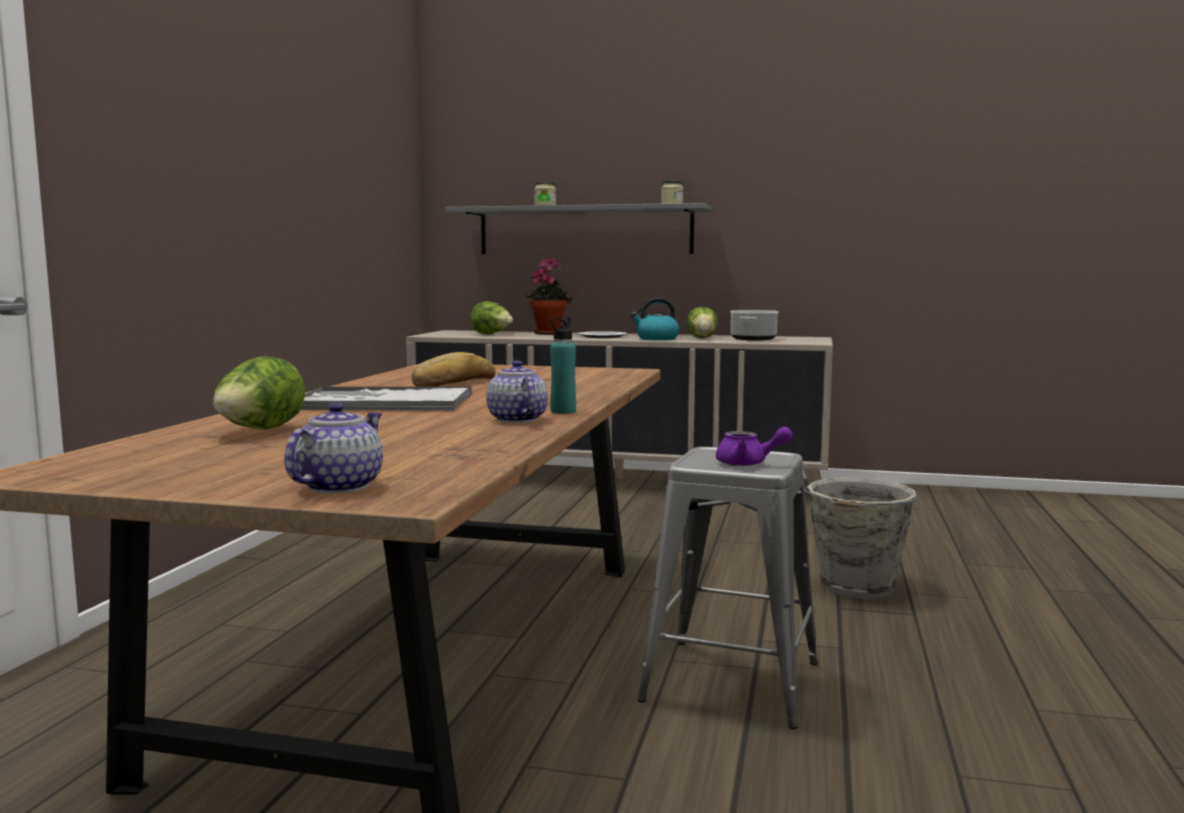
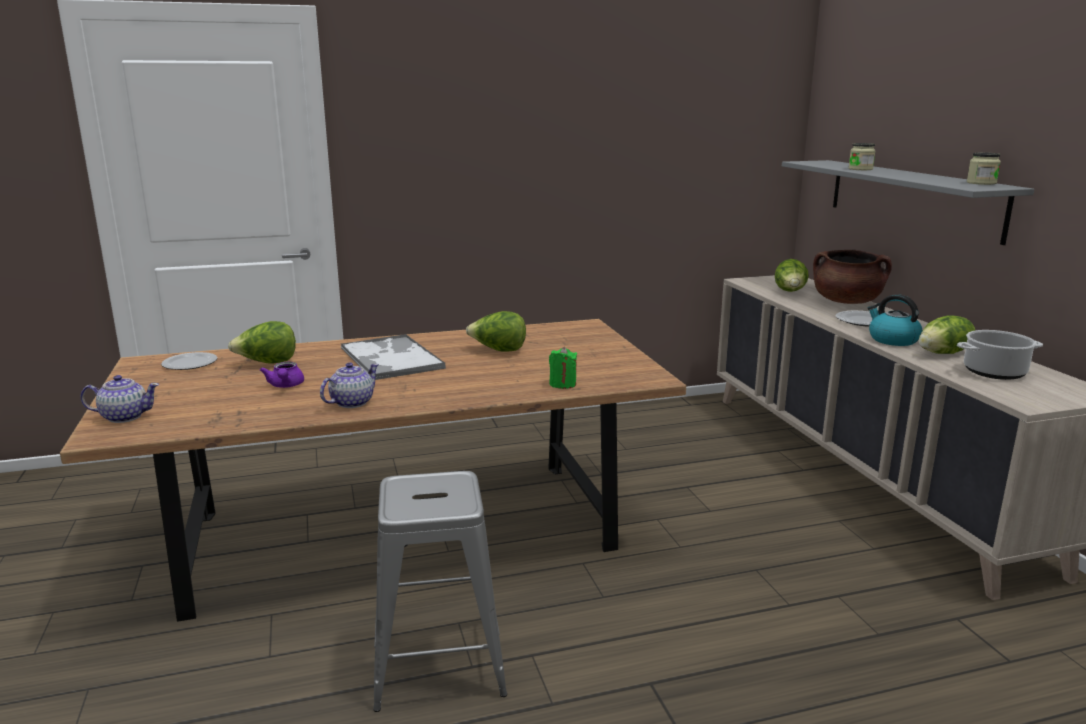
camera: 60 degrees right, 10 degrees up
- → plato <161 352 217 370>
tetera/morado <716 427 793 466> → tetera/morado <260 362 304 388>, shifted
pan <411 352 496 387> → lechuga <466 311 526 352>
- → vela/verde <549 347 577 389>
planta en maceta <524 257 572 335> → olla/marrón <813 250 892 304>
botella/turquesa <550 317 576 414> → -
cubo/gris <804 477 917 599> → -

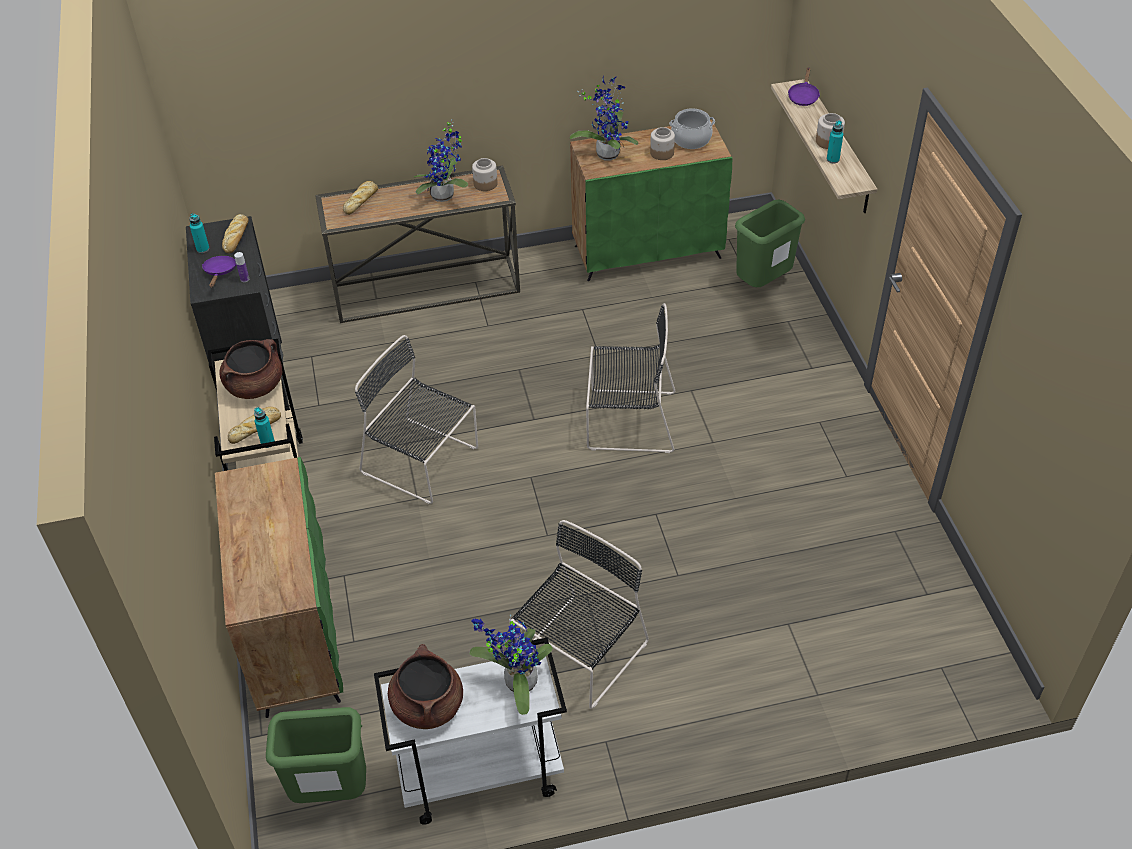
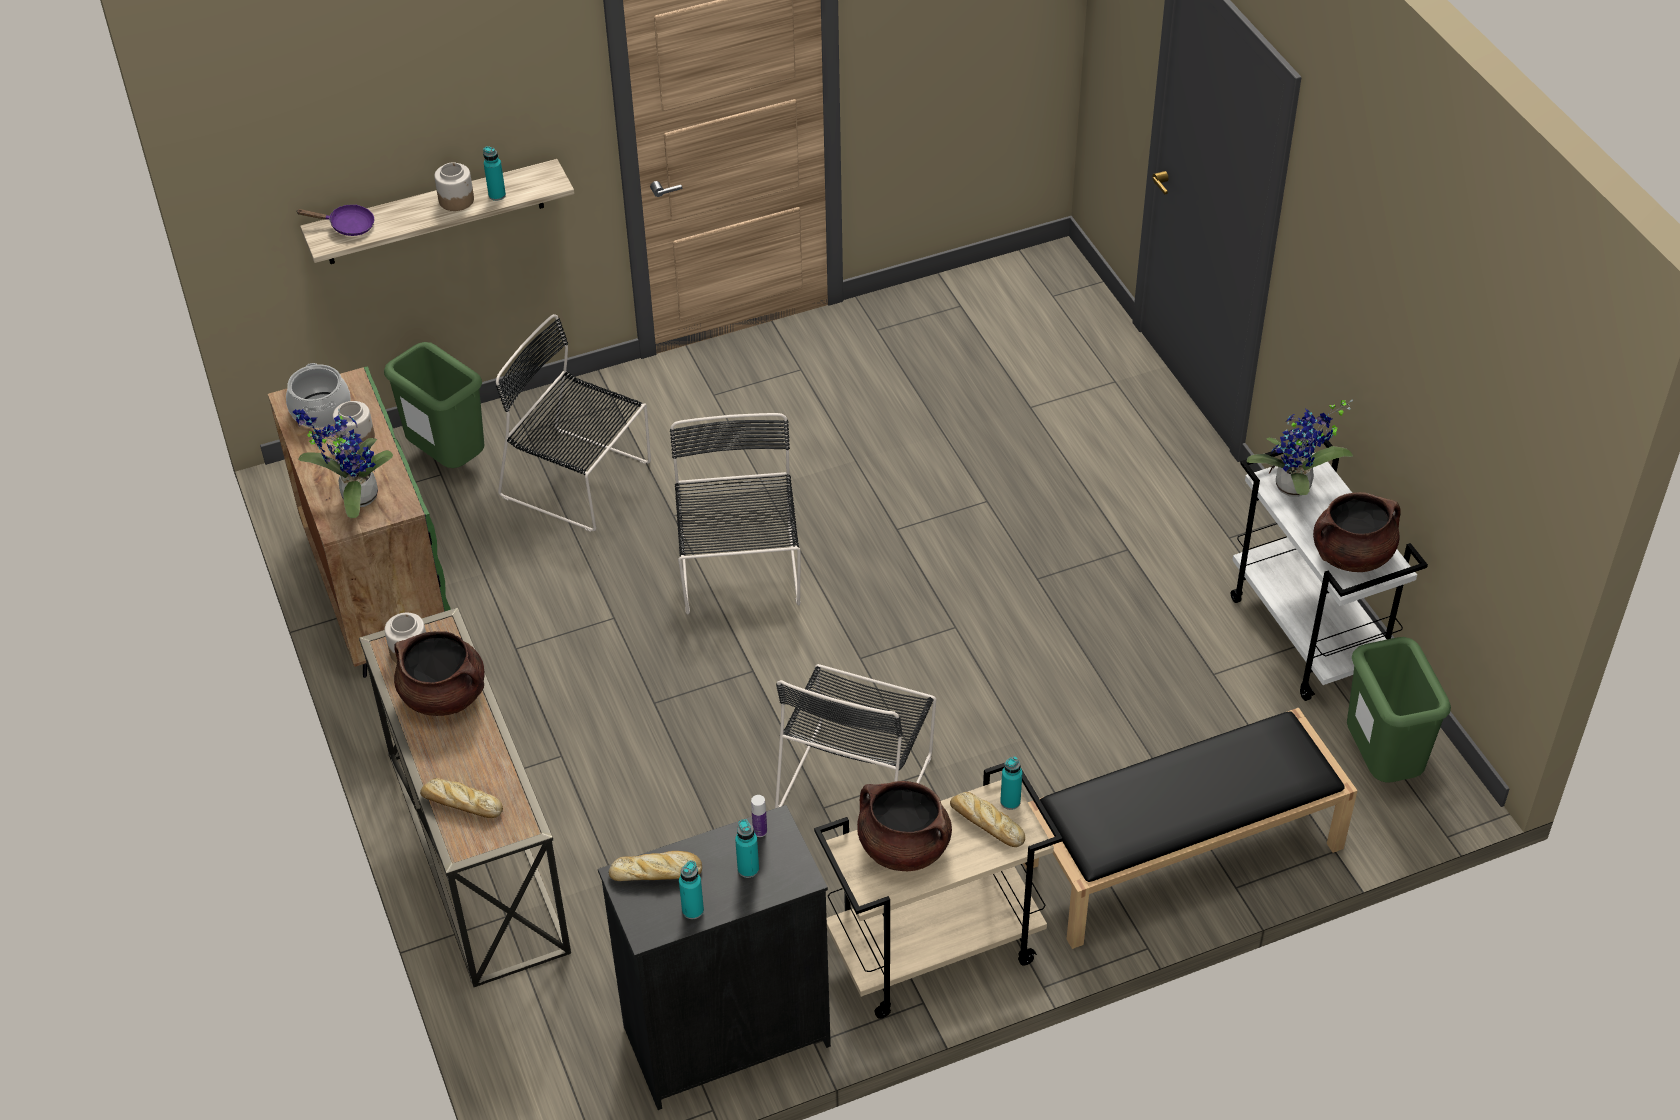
camera: 100 degrees left, 0 degrees up
planta en maceta <414 119 468 202> → olla/marrón <394 631 484 716>
silla/negro <509 520 649 709> → silla/negro <496 314 651 532>, shifted
sartén/morado <202 256 236 288> → botella/turquesa <735 819 759 878>
armario/verde <215 457 343 718> → banco/negro <1023 708 1358 949>

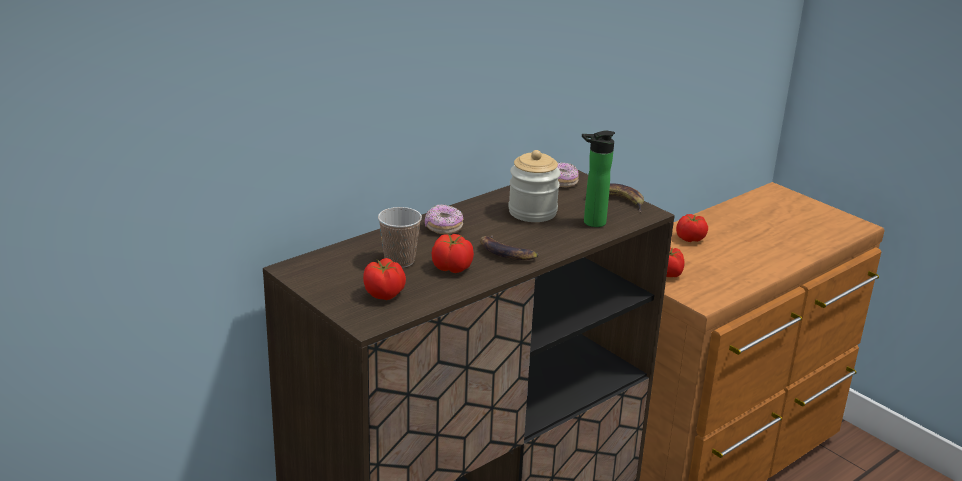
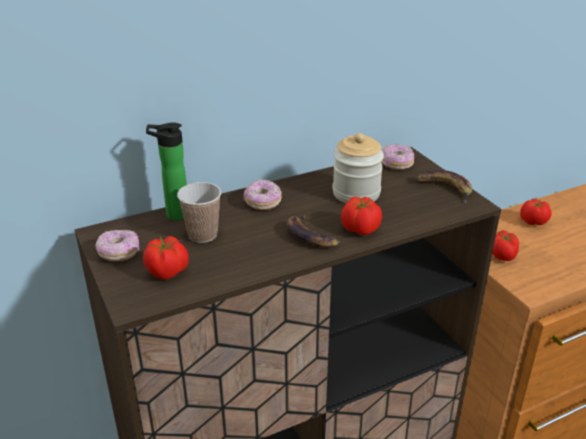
camera: 15 degrees right, 5 degrees up
- → rosquilla <95 230 139 261>
botella <582 131 615 227> → botella <146 122 187 221>, shifted
tomate <432 234 474 273> → tomate <341 197 382 235>, shifted

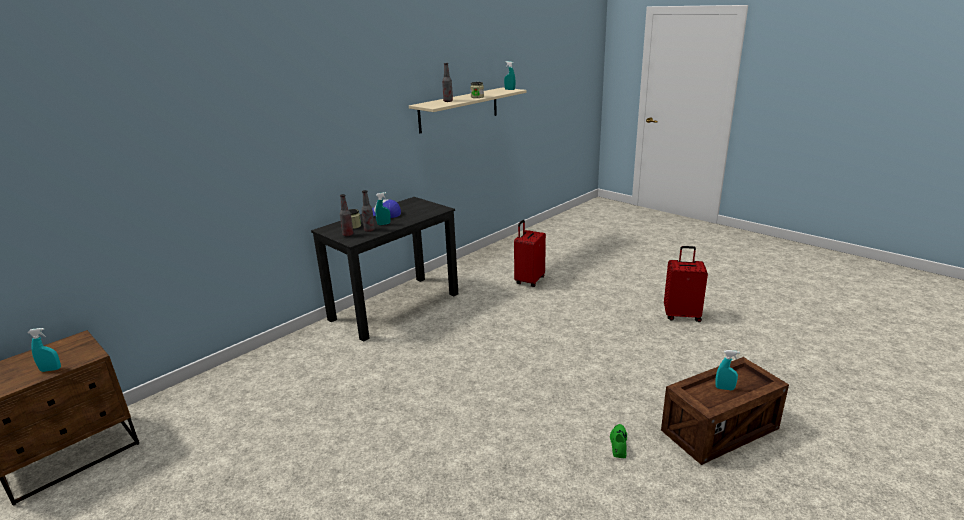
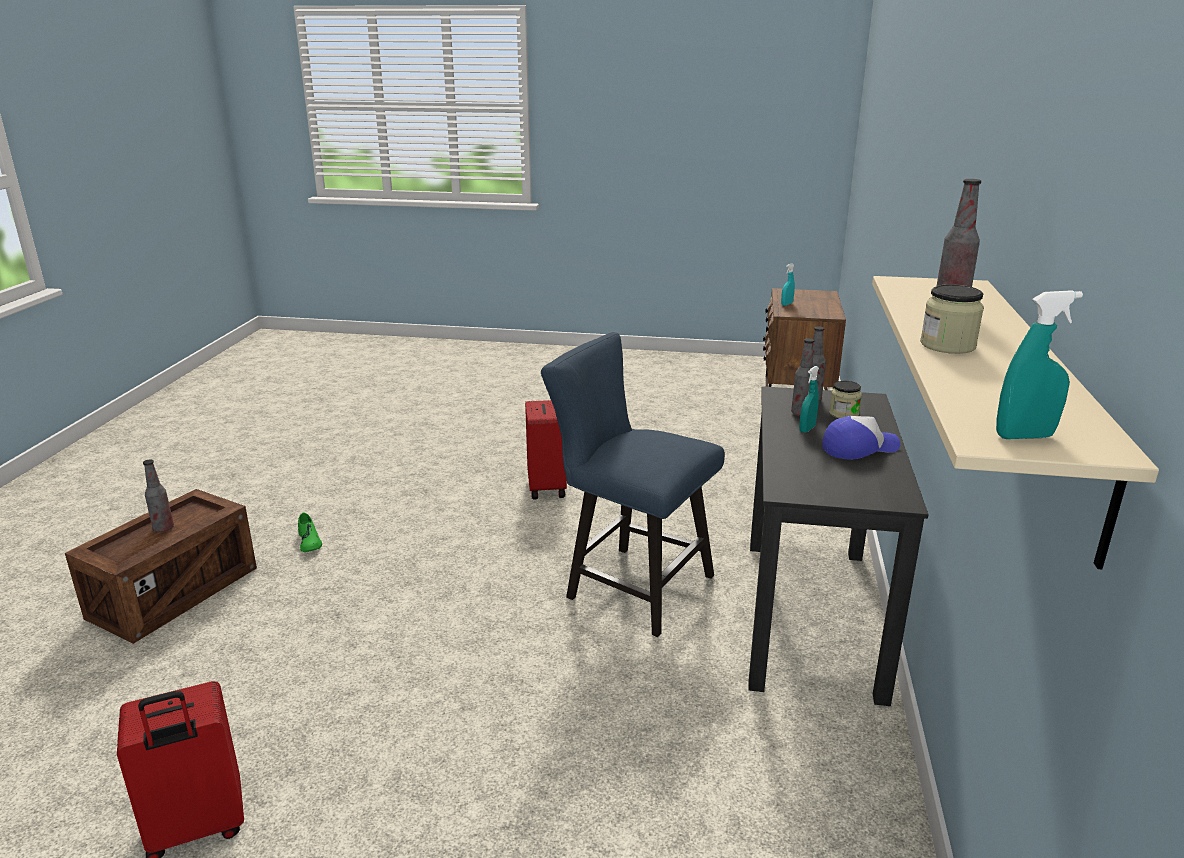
camera: 145 degrees right, 0 degrees up
pulverizador/turquesa <715 350 739 390> → botella <143 459 174 532>
maleta/rojo <514 220 546 287> → maleta/rojo <525 400 567 499>, shifted
- → silla/azul <541 332 725 637>

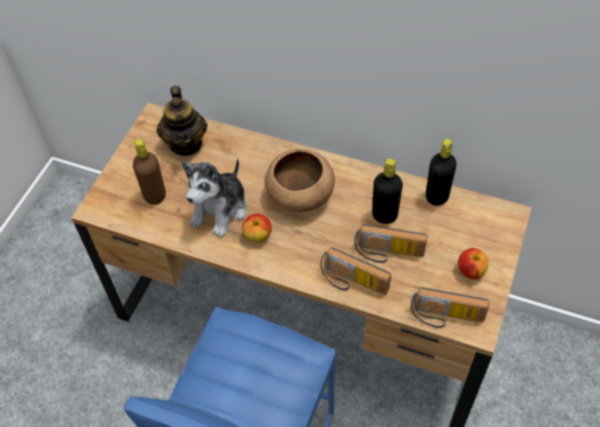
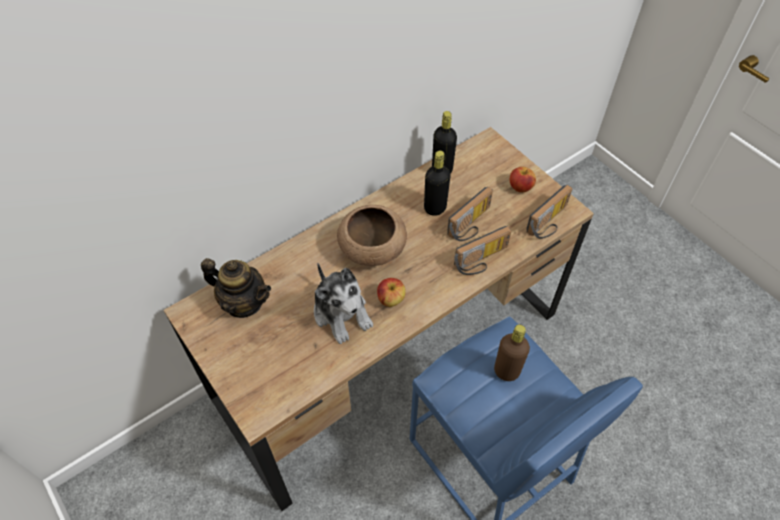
camera: 60 degrees left, 0 degrees up
botella/marrón <133 138 166 205> → botella/marrón <494 325 530 381>, shifted

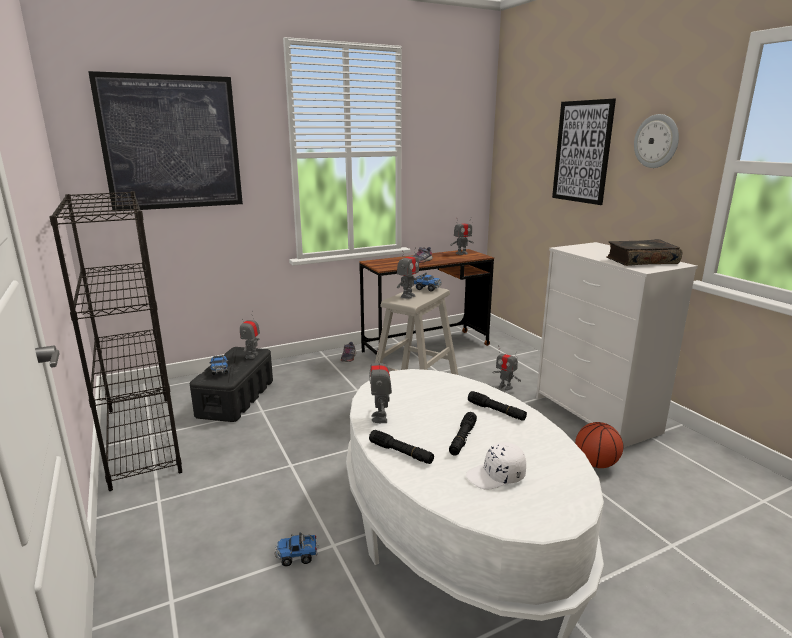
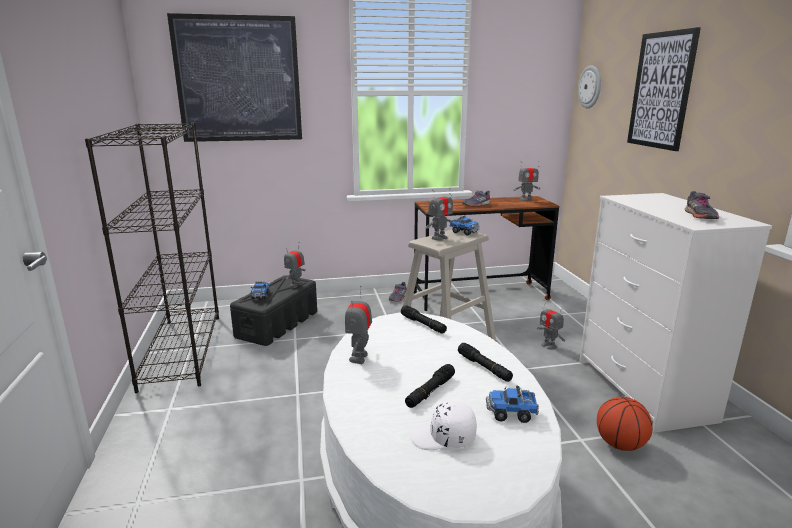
camera: 15 degrees right, 0 degrees up
linterna/negro <369 430 434 464> → linterna/negro <401 305 447 334>, shifted
camión de juguete <275 533 319 566> → camión de juguete <486 386 539 423>, shifted
reloj de pared <634 114 679 168> → reloj de pared <578 65 601 108>, shifted
libro <606 239 682 266> → zapato/gris <685 191 719 219>

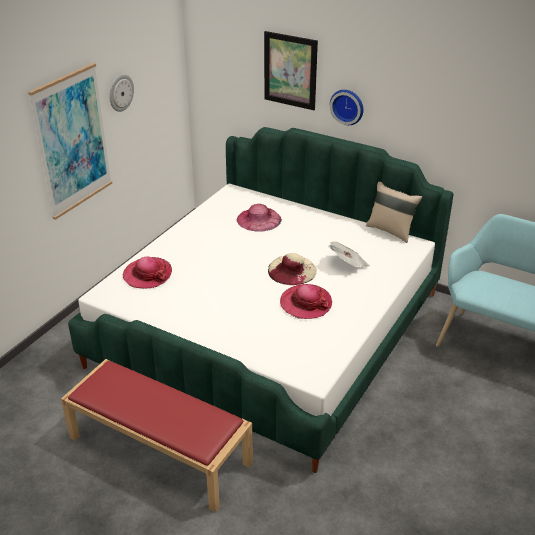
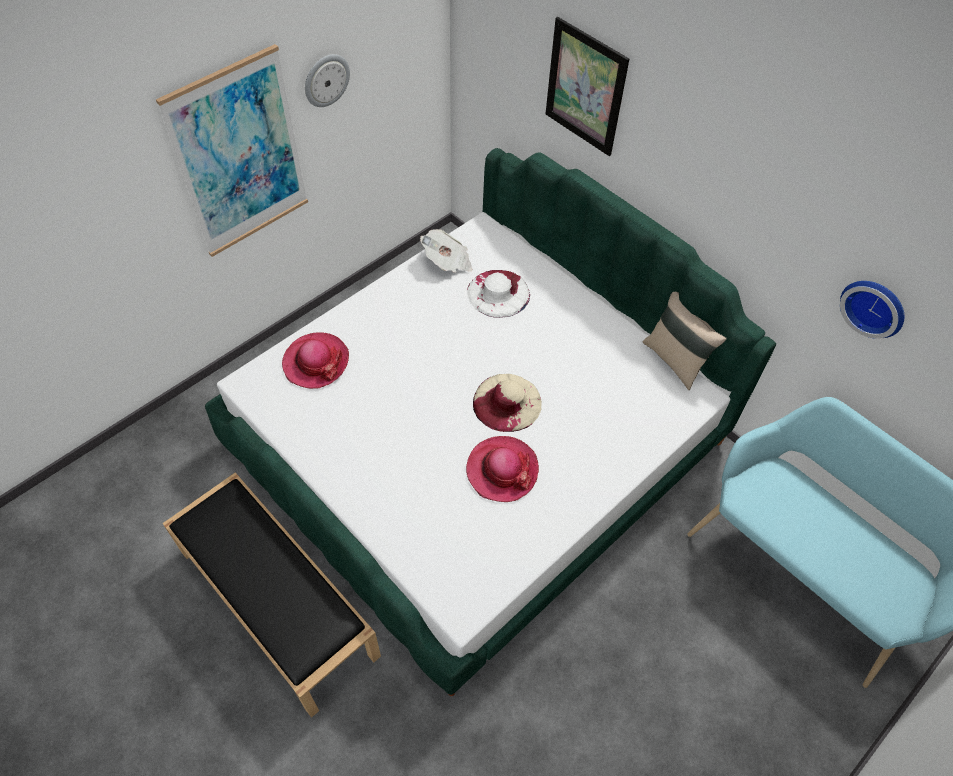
camera: 15 degrees right, 20 degrees up
banco/rojo <61 359 253 512> → banco/negro <162 472 381 718>
periódico <328 242 370 268> → periódico <420 229 473 272>, shifted
sombrero/rosa <237 204 282 232> → sombrero/blanco <467 270 530 318>
reloj de pared <330 90 363 125> → reloj de pared <840 281 904 339>, shifted

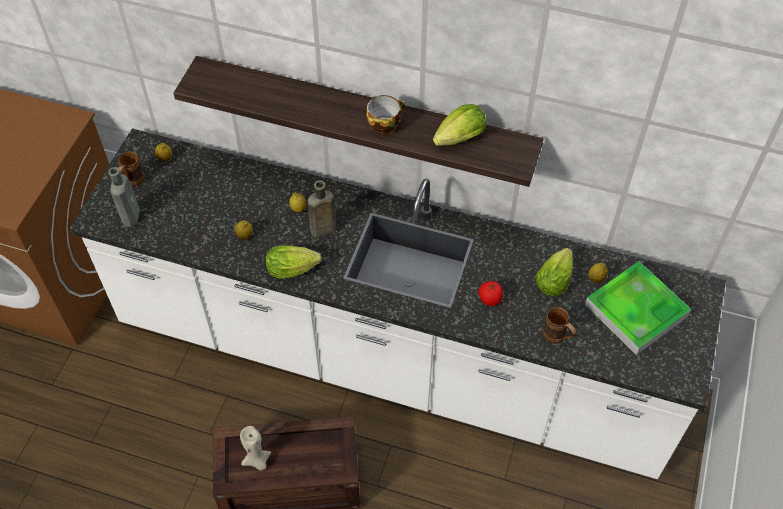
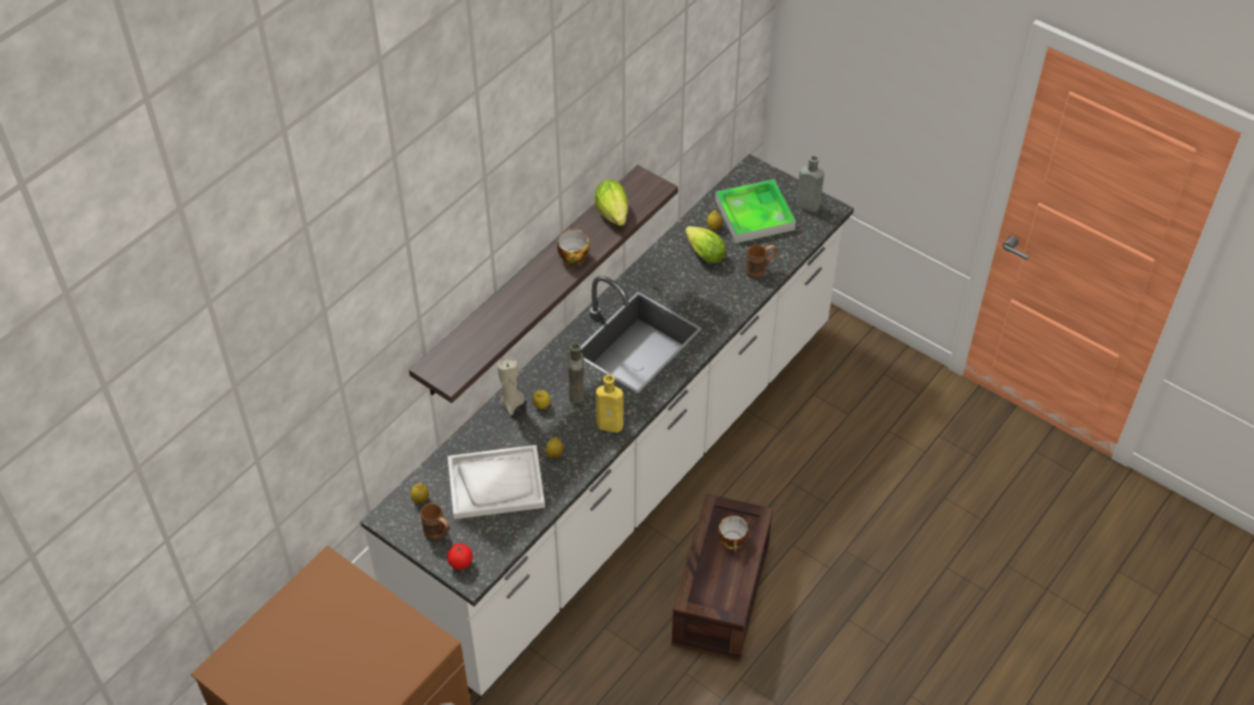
camera: 70 degrees left, 5 degrees down
tomate <479 281 503 306> → tomate <447 543 473 569>, shifted
- → bandeja/blanco <448 445 545 519>
vela/beis <240 426 271 471> → vela/beis <498 360 524 415>, shifted
lechuga <266 245 322 278> → botella/amarillo <596 375 623 433>
- → taza <718 516 748 552>
botella/gris <108 167 140 227> → botella/gris <796 155 824 212>, shifted

